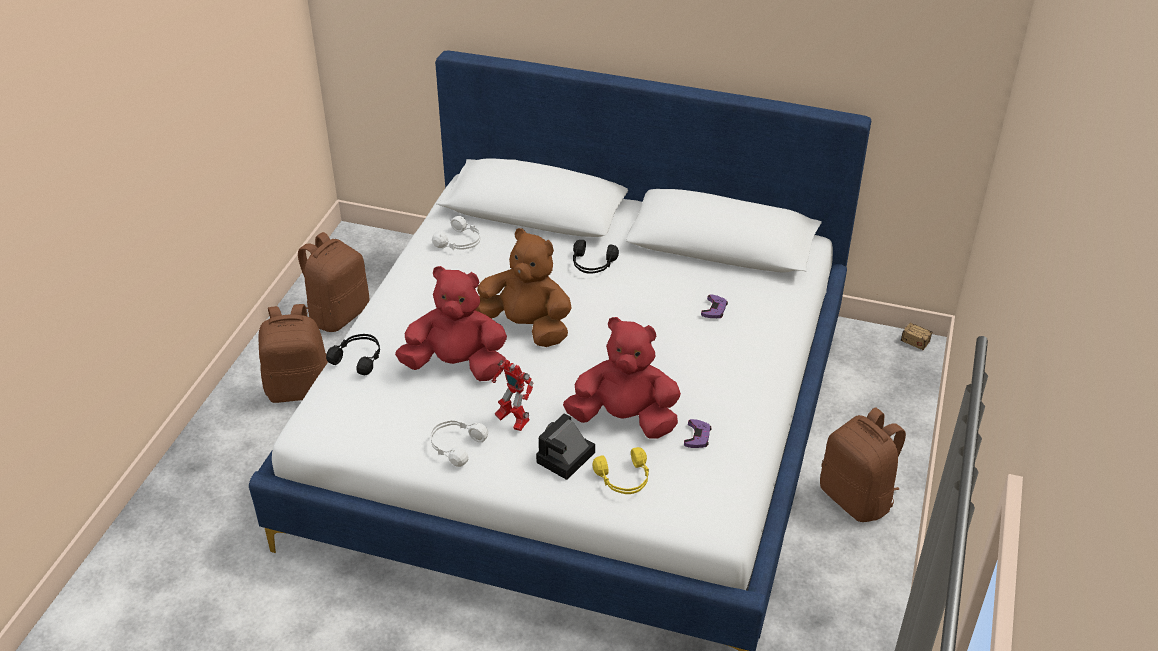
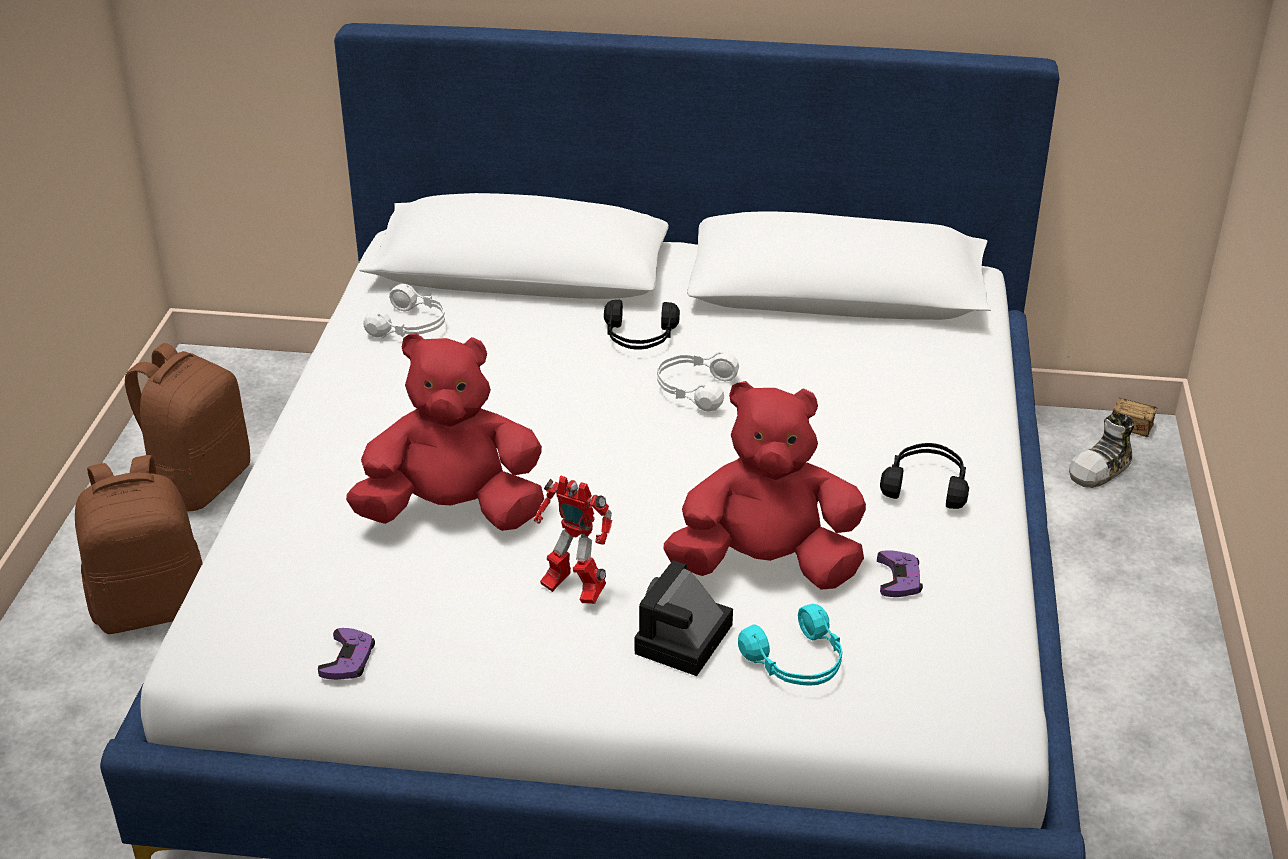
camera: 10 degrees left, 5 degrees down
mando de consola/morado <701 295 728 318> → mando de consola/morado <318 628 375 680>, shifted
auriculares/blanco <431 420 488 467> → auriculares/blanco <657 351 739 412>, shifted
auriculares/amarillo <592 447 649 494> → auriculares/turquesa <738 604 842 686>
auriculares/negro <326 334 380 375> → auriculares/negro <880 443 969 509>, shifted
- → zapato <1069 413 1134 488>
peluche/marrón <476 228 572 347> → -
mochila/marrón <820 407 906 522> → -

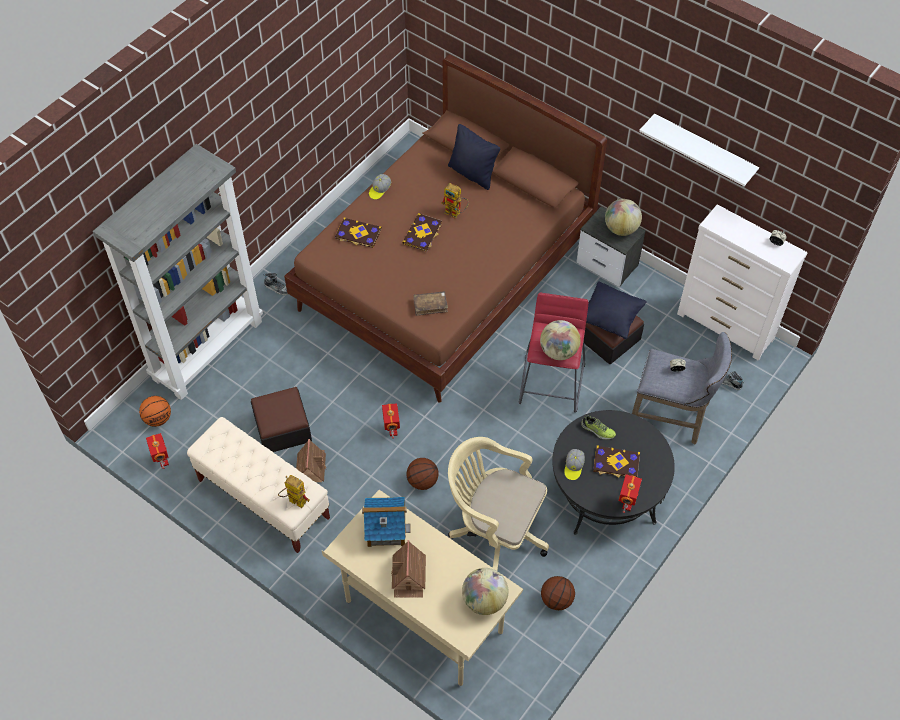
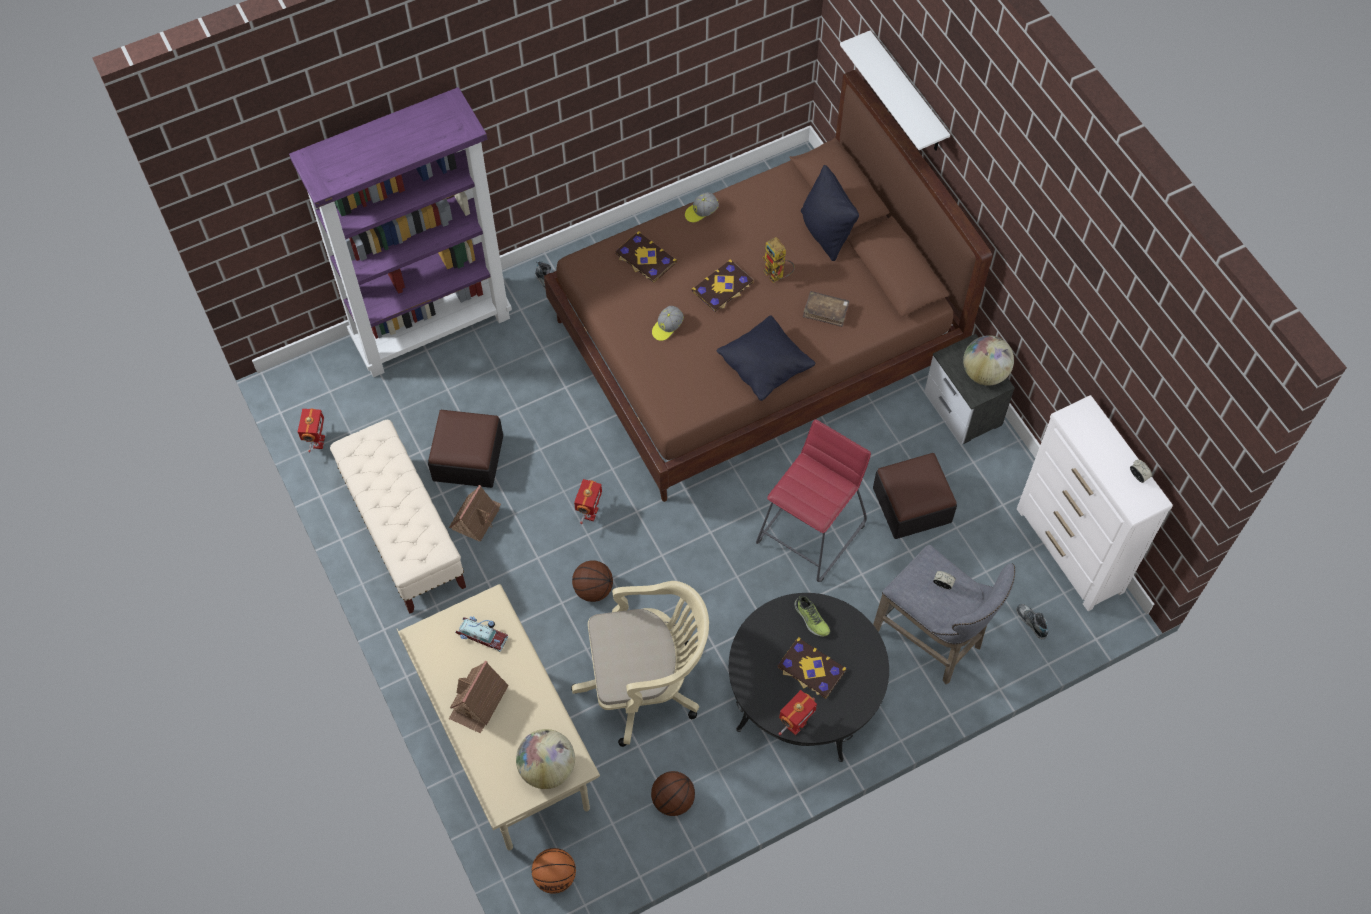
camera: 25 degrees right, 5 degrees up
estantería/gris <93 144 263 400> → estantería/morado <289 87 512 377>
casita <362 497 411 547> → coche de juguete <455 616 509 652>
balón de baloncesto <139 396 171 427> → balón de baloncesto <532 848 576 894>, shifted
silla de oficina/beis <448 437 549 571> → silla de oficina/beis <571 581 709 747>, 120 degrees clockwise
gorra <564 449 585 480> → gorra <652 306 684 341>, shifted
cojín/negro <586 281 647 339> → cojín/negro <717 315 816 401>, shifted
libro/marrón <413 291 448 316> → libro/marrón <803 291 849 327>, shifted
estante/blanco <639 114 759 186> → estante/blanco <840 30 950 151>, shifted
robot de juguete <278 475 310 508> → -
globo terráqueo <540 320 580 360> → -

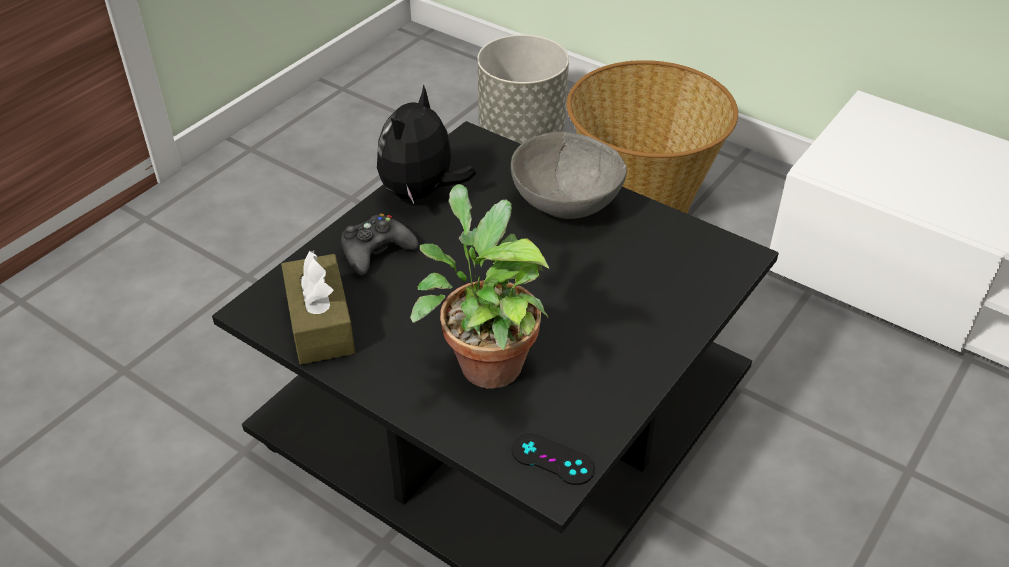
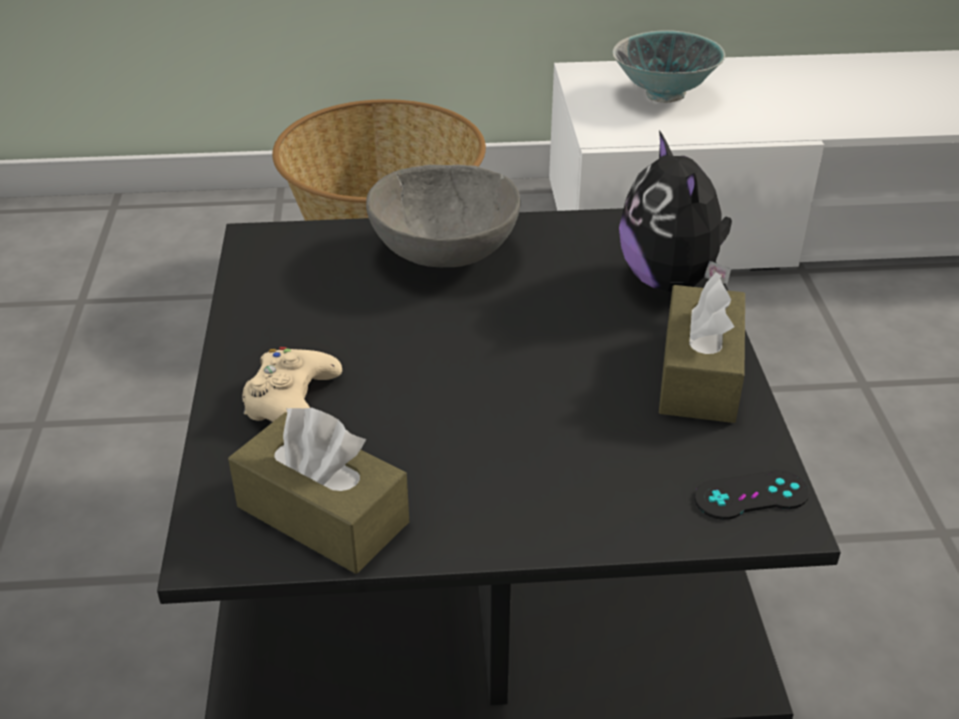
camera: 40 degrees left, 5 degrees down
mando de consola/negro <341 214 418 275> → mando de consola/beis <243 347 342 422>
- → cuenco <612 30 725 103>
peluche <377 84 476 205> → peluche <619 130 732 291>, shifted
- → caja de pañuelos/marrón <659 272 745 423>
planta en maceta <410 184 549 389> → -
maceta/gris <477 35 569 144> → -

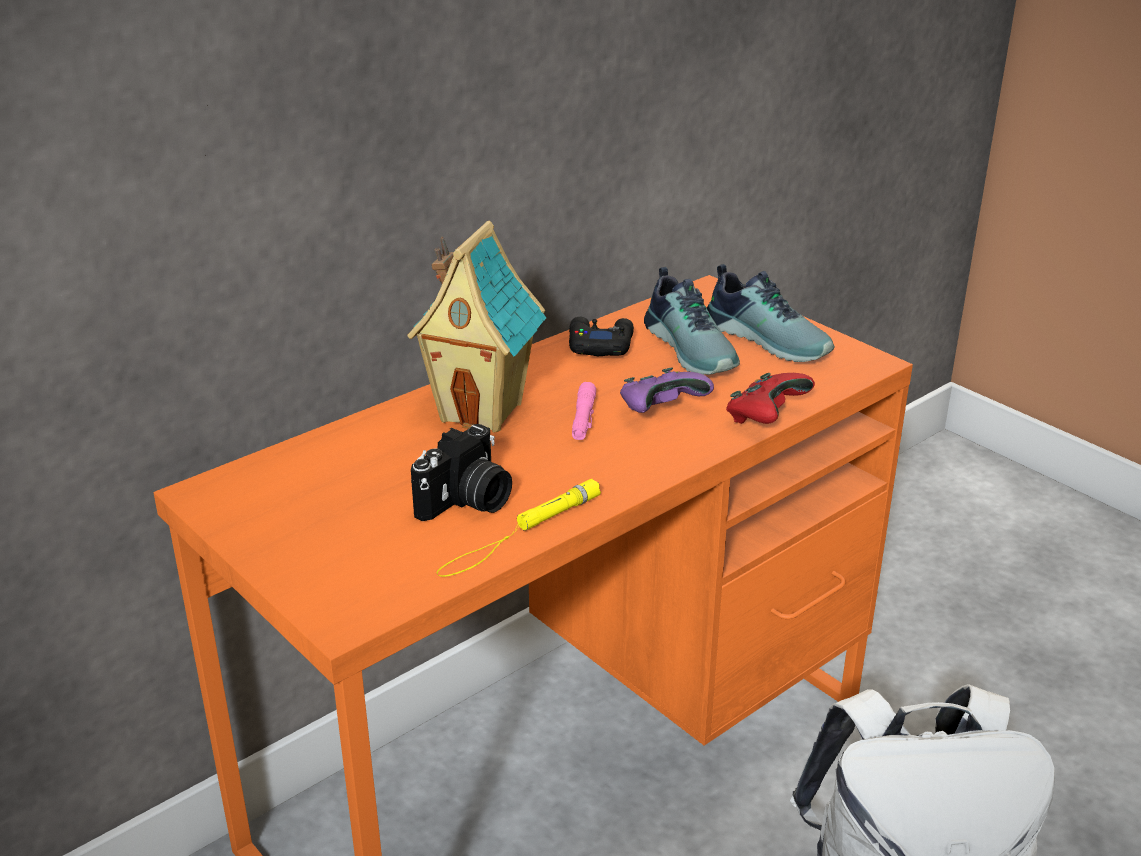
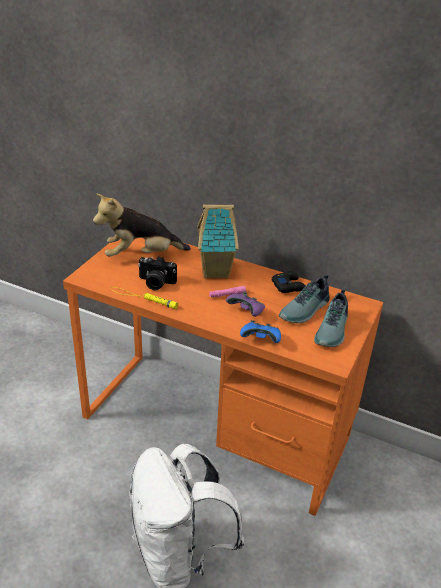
camera: 65 degrees right, 5 degrees up
- → peluche <93 193 191 257>
mando de consola/rojo <726 373 815 424> → mando de consola/azul <240 320 281 343>

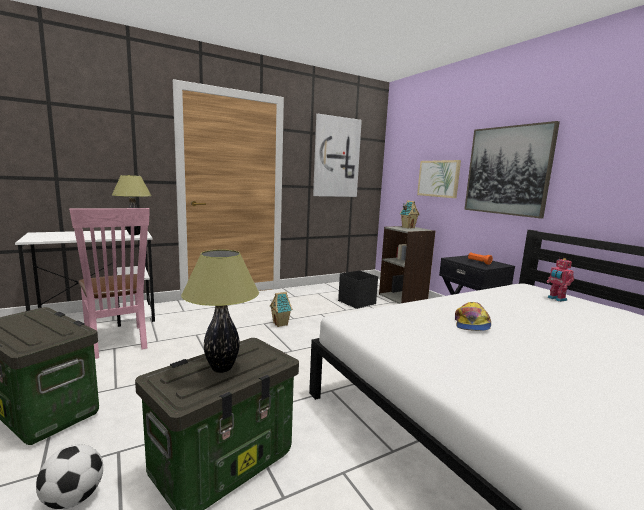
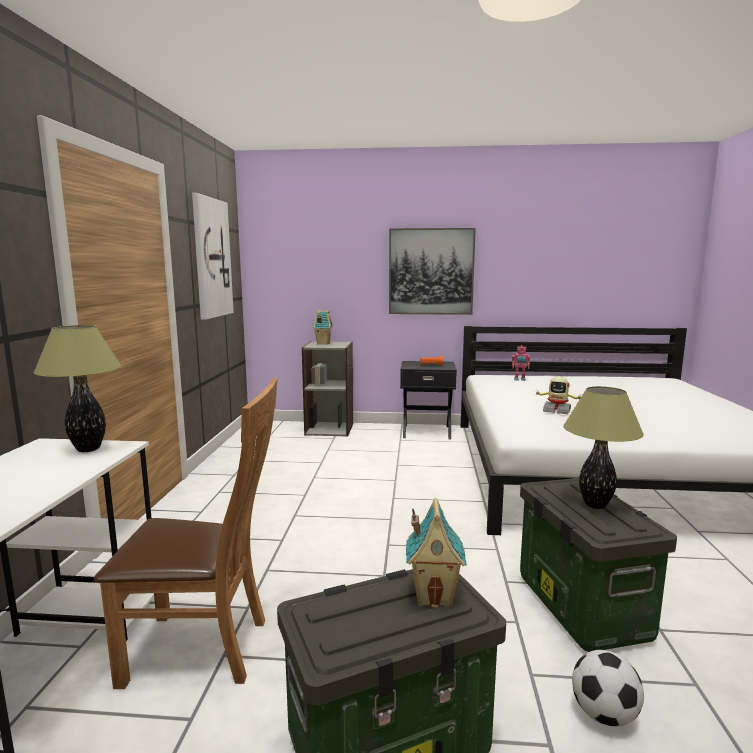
camera: 55 degrees left, 0 degrees up
silla/rosa <69 208 150 359> → silla/marrón <94 378 278 689>
casita <270 292 292 327> → casita <406 498 467 608>, shifted
gorra <455 302 491 331> → robot de juguete <536 376 581 414>
caja de almacenaje/negro <338 271 378 309> → -
cuadro <417 160 461 198> → -

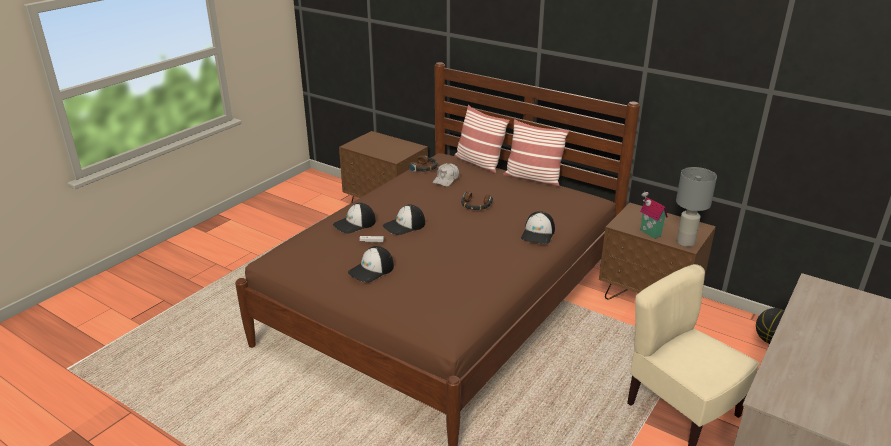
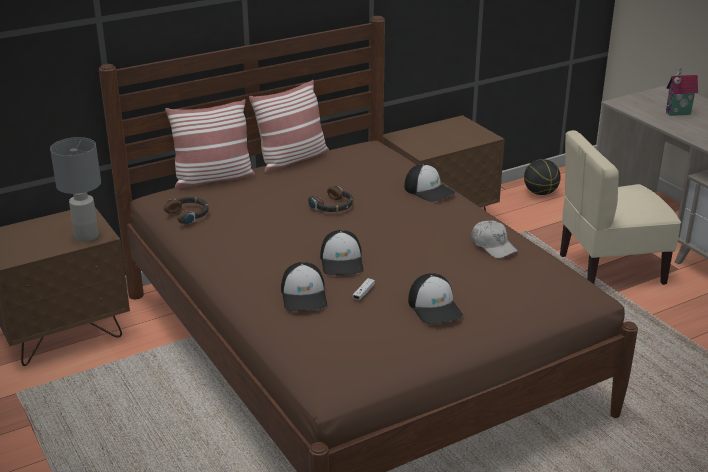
camera: 65 degrees left, 0 degrees up
lámpara de mesa/gris <676 167 717 247> → lámpara de mesa/gris <50 137 101 242>, shifted
gorra/blanco <432 163 459 187> → gorra/blanco <472 221 518 258>, shifted
casita <640 191 668 239> → casita <666 68 698 116>, shifted

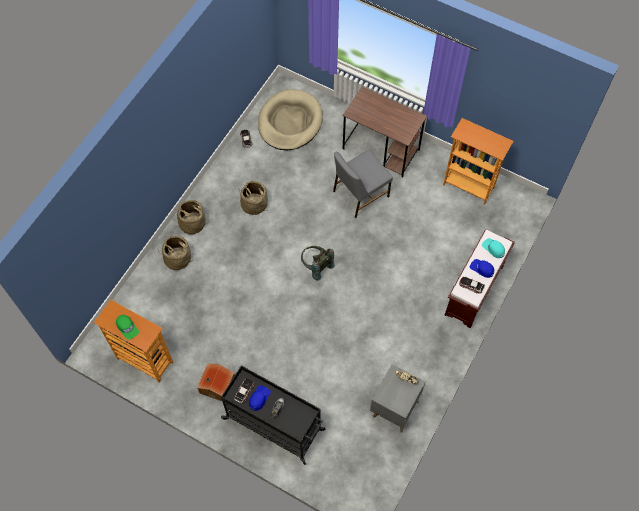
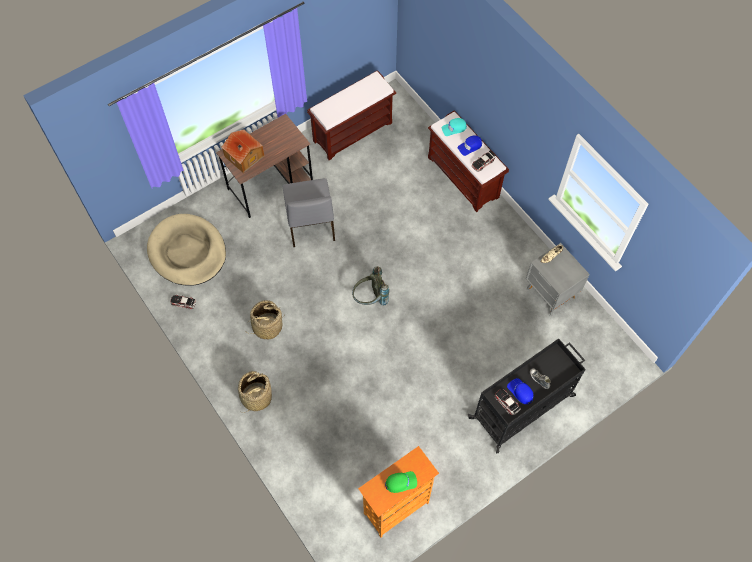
camera: 65 degrees left, 0 degrees up
casita <197 363 235 401> → casita <222 130 264 173>, shifted
estantería <443 118 513 205> → banco/marrón <307 70 396 160>
cesta <157 236 194 270> → -

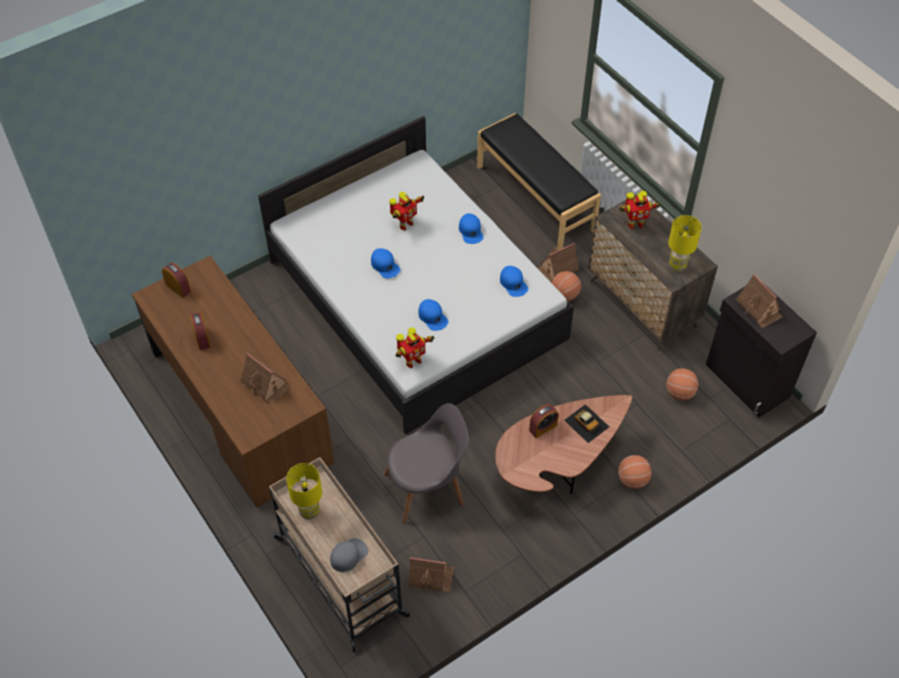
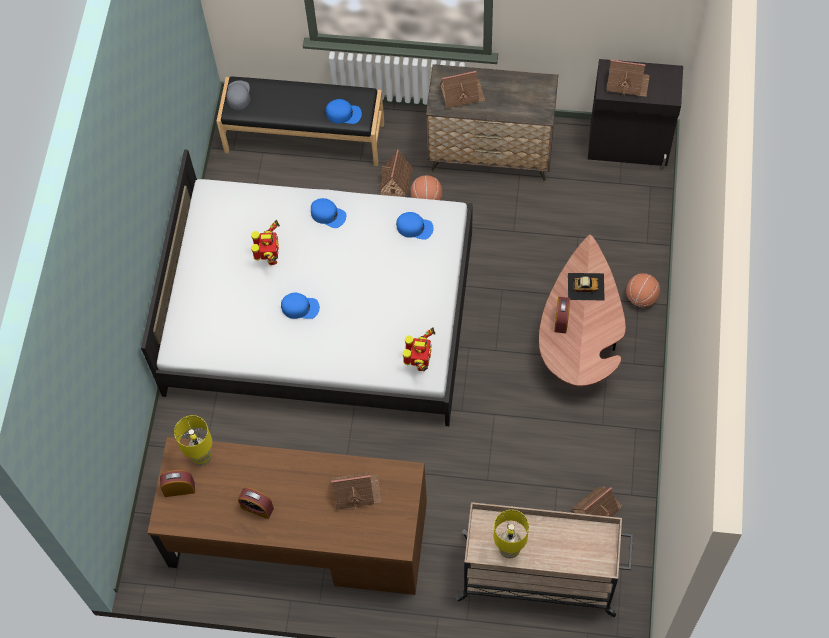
camera: 45 degrees left, 10 degrees up
lámpara de mesa/amarillo <668 215 702 272> → lámpara de mesa/amarillo <174 415 212 466>, shifted
gorra/gris <330 538 369 572> → gorra/gris <226 80 250 110>, shifted
gorra/azul <419 299 449 331> → gorra/azul <326 99 362 124>, shifted
robot de juguete <619 191 661 230> → casita <440 71 485 109>
silla/gris <384 403 469 524> → -
balón de baloncesto <666 368 698 401> → -

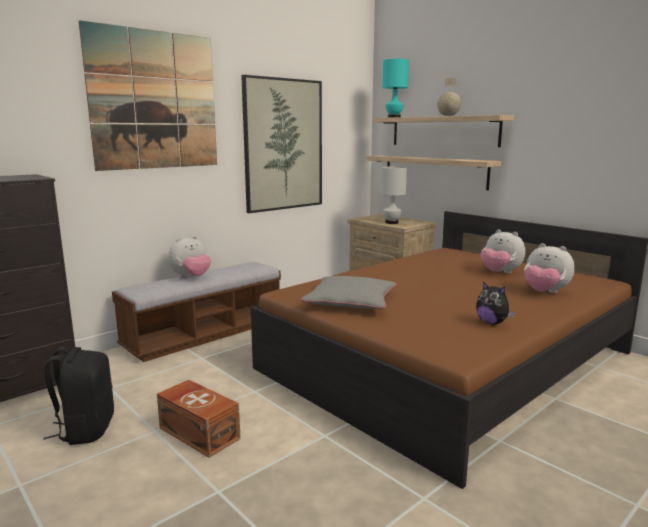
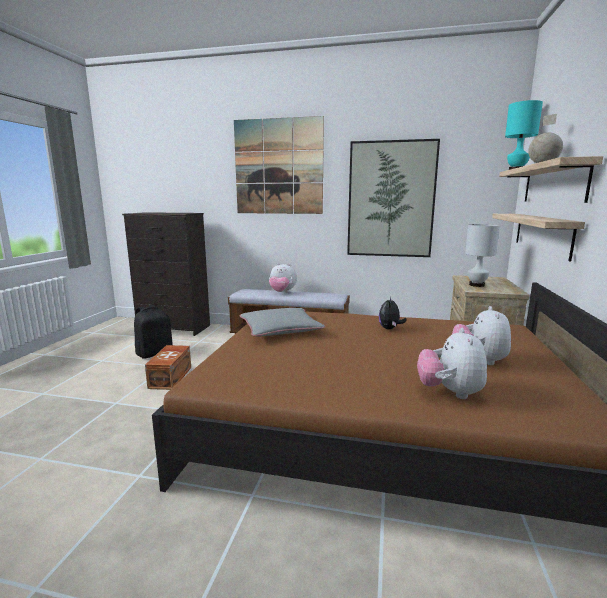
camera: 55 degrees right, 0 degrees up
peluche <476 281 515 325> → peluche <379 297 407 329>, shifted

